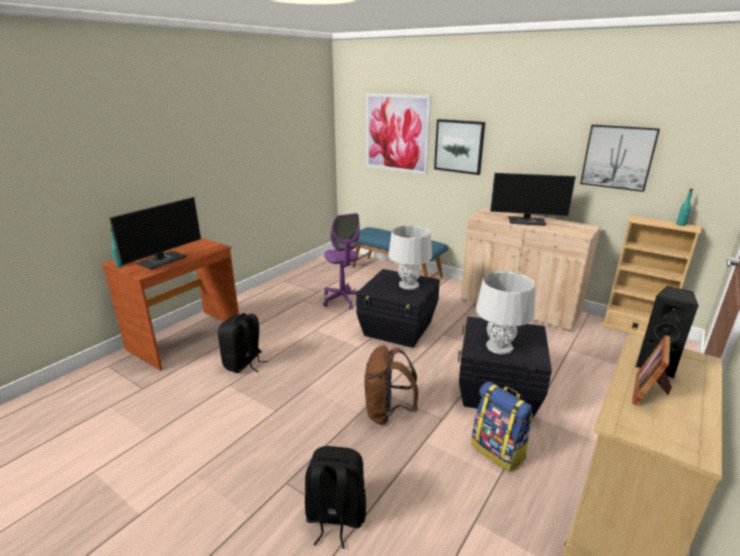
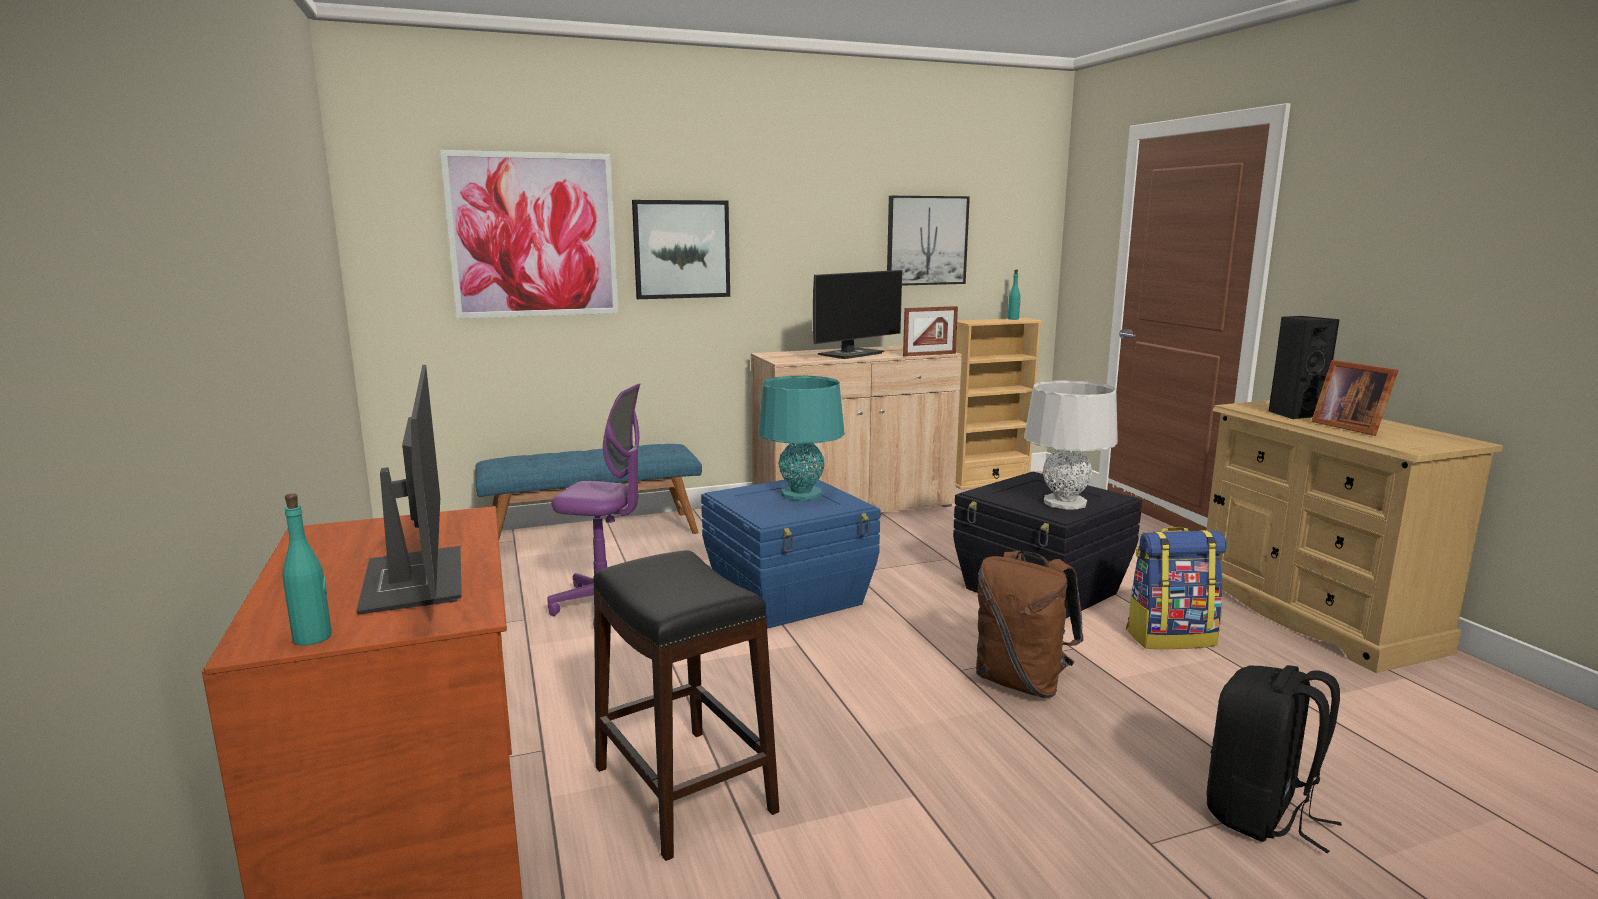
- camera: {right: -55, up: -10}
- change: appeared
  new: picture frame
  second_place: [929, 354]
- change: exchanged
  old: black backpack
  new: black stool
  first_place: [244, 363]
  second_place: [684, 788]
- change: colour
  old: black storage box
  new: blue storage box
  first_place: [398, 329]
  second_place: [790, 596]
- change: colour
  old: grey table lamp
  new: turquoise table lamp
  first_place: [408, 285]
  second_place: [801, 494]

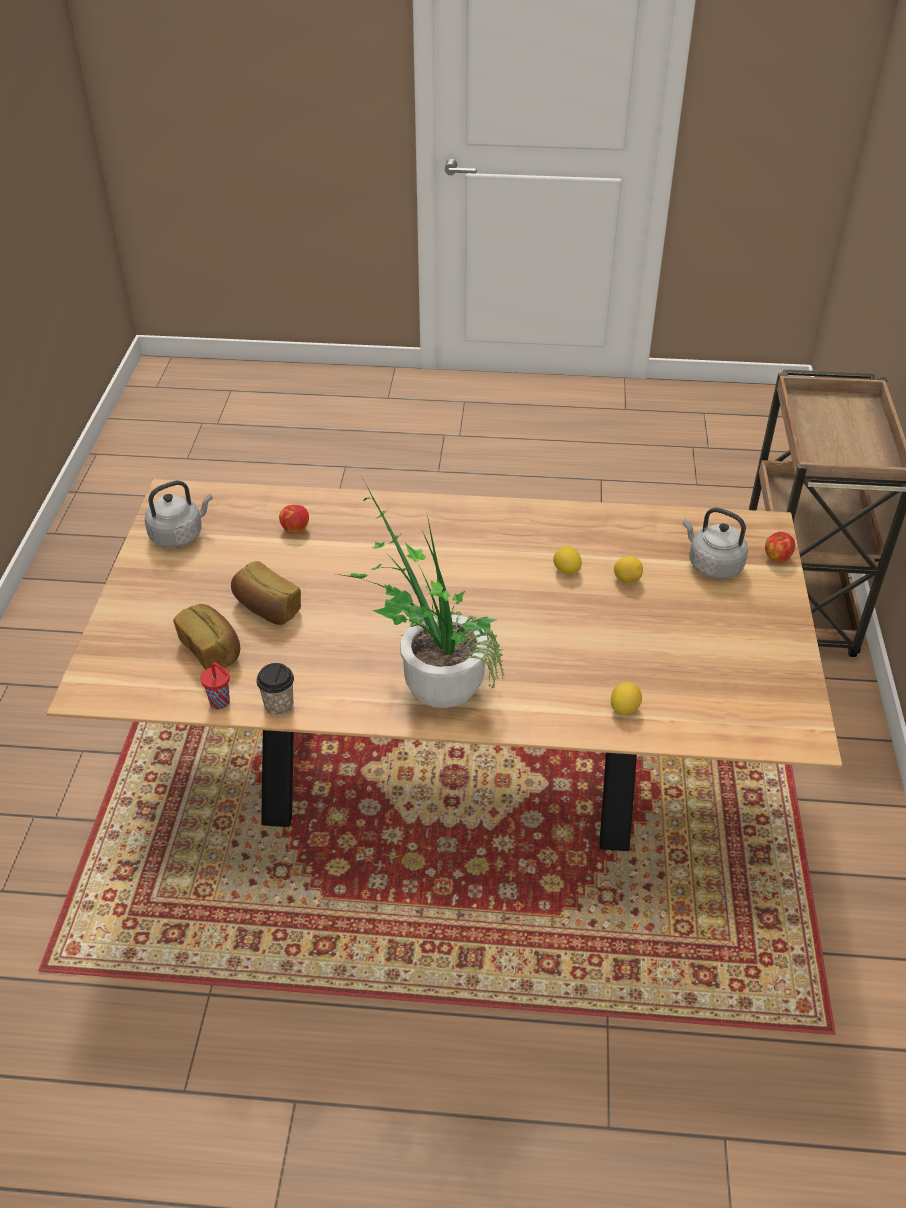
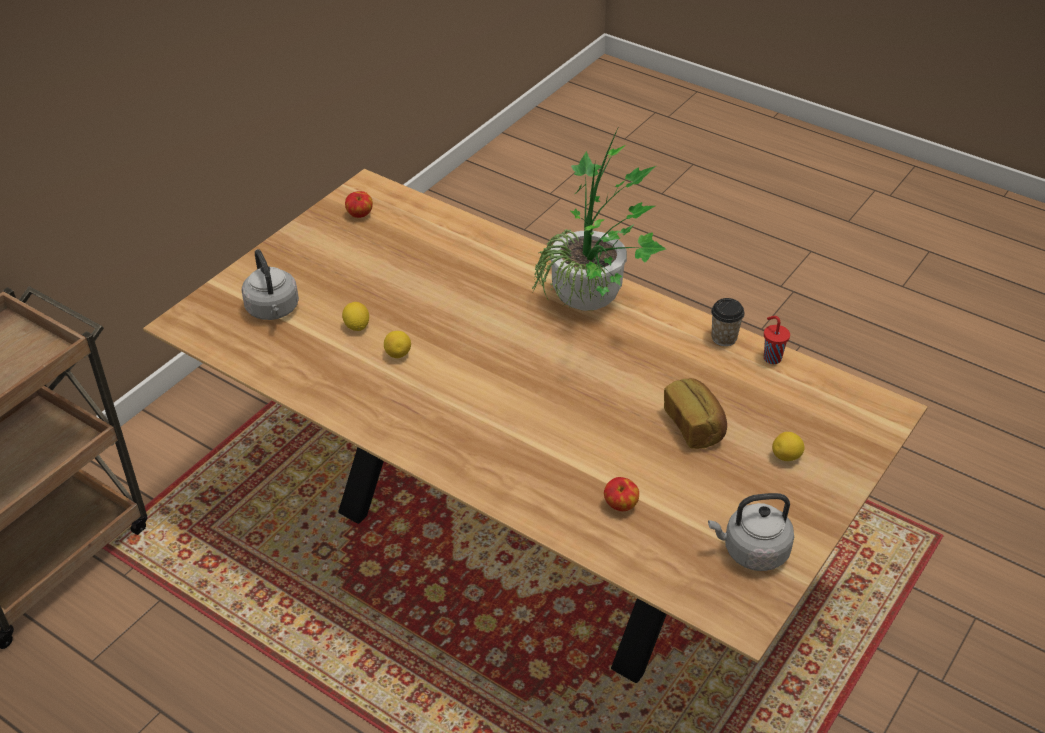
- camera: {right: -150, up: 0}
- change: missing
  old: bread
  first_place: [211, 650]
- change: relocated
  old: lemon
  first_place: [624, 709]
  second_place: [786, 457]
- change: relocated
  old: apple
  first_place: [777, 557]
  second_place: [360, 215]

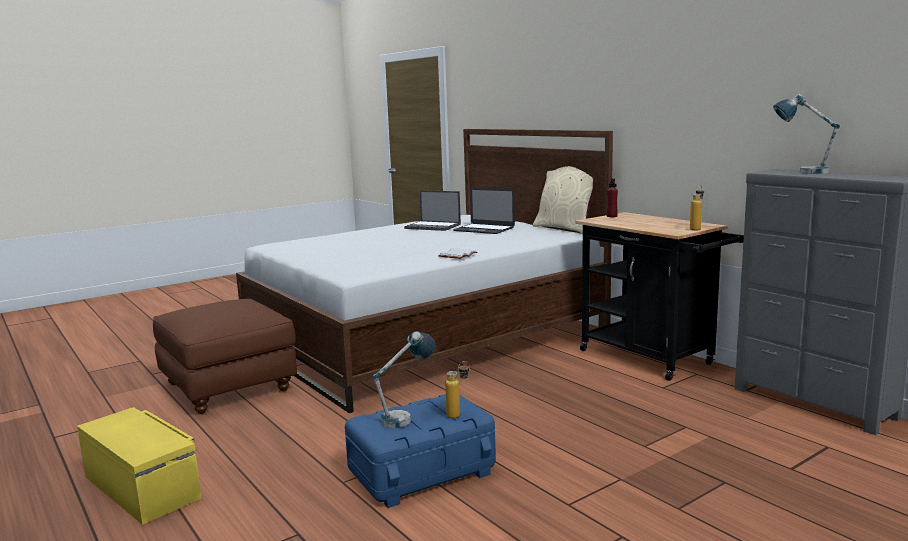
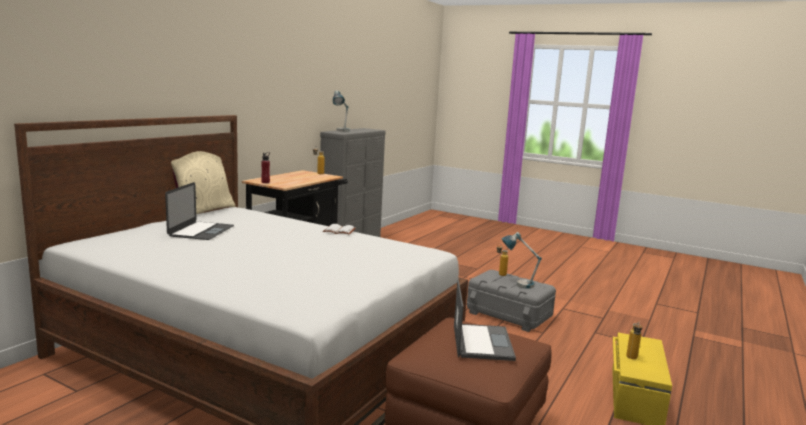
- camera: {right: -115, up: 0}
- change: appeared
  new: bottle
  second_place: [632, 359]
- change: relocated
  old: laptop
  first_place: [433, 226]
  second_place: [482, 342]
- change: colour
  old: blue storage box
  new: grey storage box
  first_place: [422, 473]
  second_place: [509, 315]

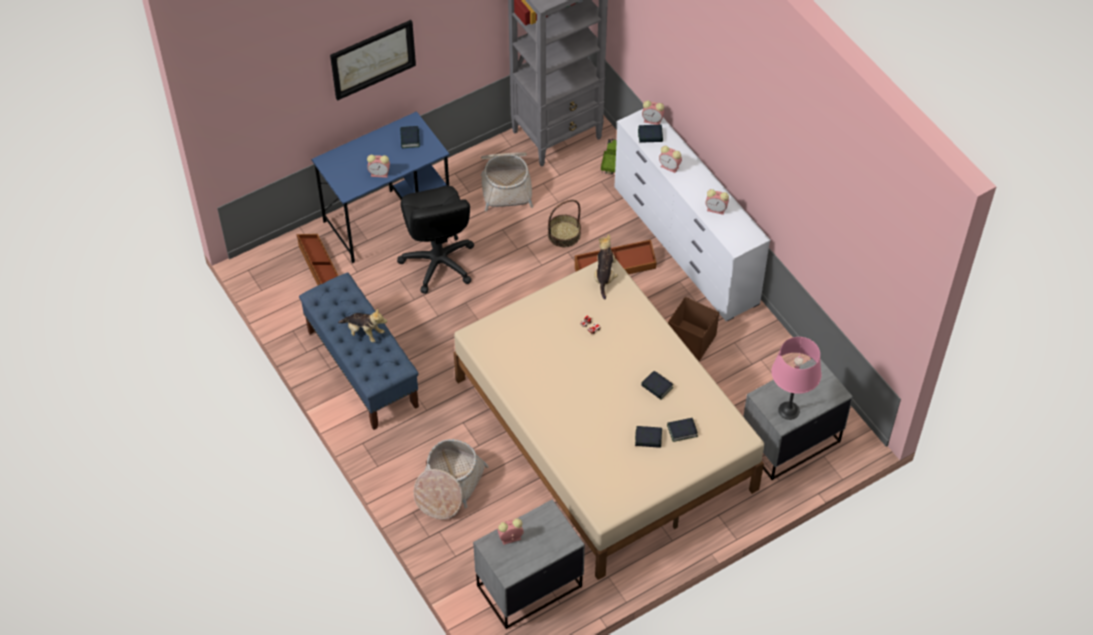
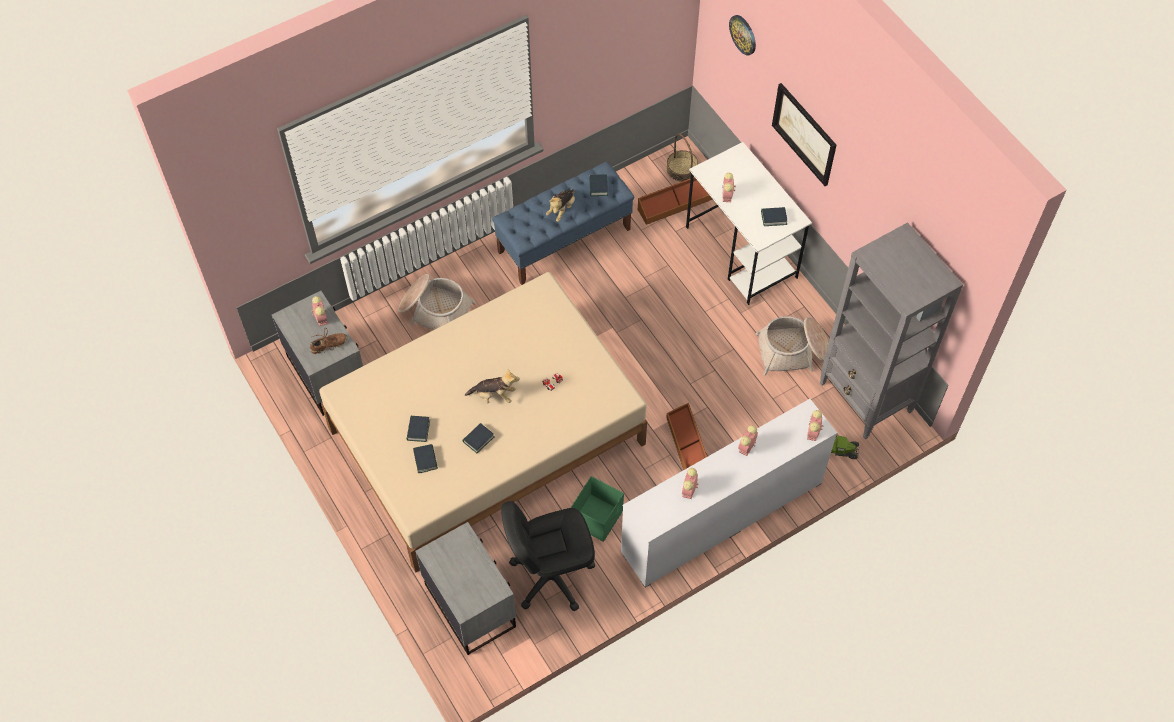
- camera: {right: 90, up: 5}
- change: missing
  old: pink table lamp
  first_place: [789, 410]
- change: appeared
  new: brown shoe
  second_place: [329, 345]
- change: appeared
  new: wall clock
  second_place: [743, 34]
- change: relocated
  old: black office chair
  first_place: [438, 263]
  second_place: [551, 575]
- change: relocated
  old: basket
  first_place: [564, 234]
  second_place: [681, 169]
- change: relocated
  old: plush toy
  first_place: [604, 276]
  second_place: [494, 395]
- change: relocated
  old: book
  first_place: [650, 136]
  second_place: [598, 187]
- change: colour
  old: blue desk
  new: white desk
  first_place: [388, 218]
  second_place: [742, 253]
- change: colour
  old: brown storage box
  new: green storage box
  first_place: [690, 340]
  second_place: [597, 517]

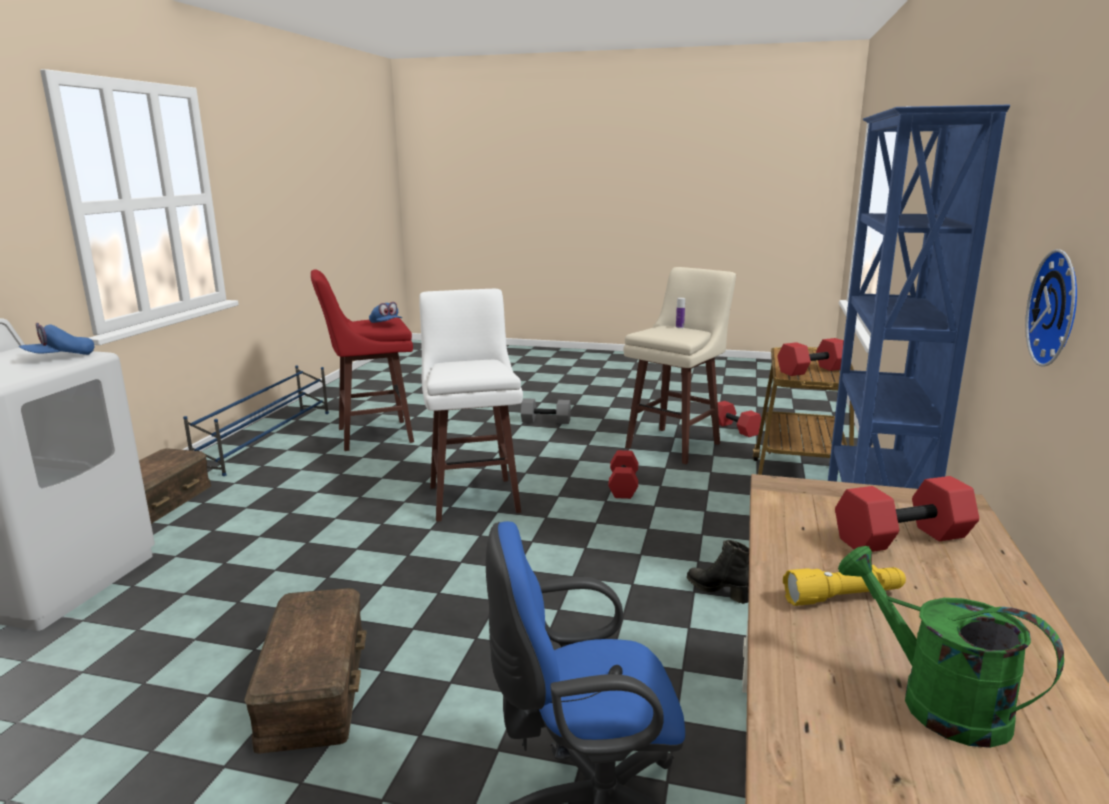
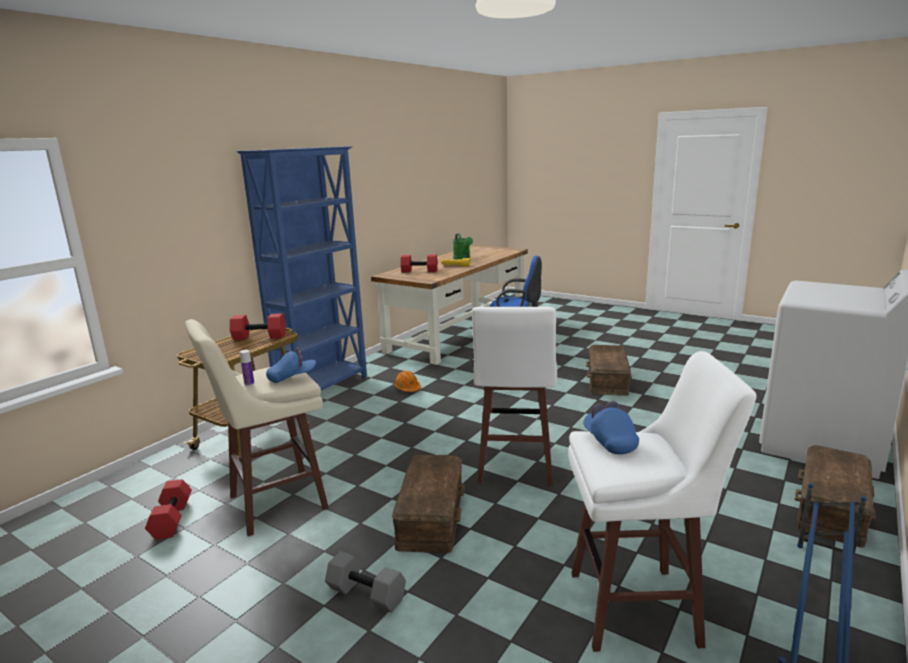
- camera: {right: -160, up: 0}
- change: missing
  old: red dumbbell
  first_place: [624, 486]
- change: missing
  old: wall clock
  first_place: [1060, 308]
- change: appeared
  new: brown storage box
  second_place: [430, 515]
- change: relocated
  old: blue cap
  first_place: [60, 357]
  second_place: [292, 377]
- change: exchanged
  old: black boot
  new: orange hard hat
  first_place: [718, 590]
  second_place: [407, 388]
- change: colour
  old: red stool
  new: white stool
  first_place: [372, 435]
  second_place: [638, 609]

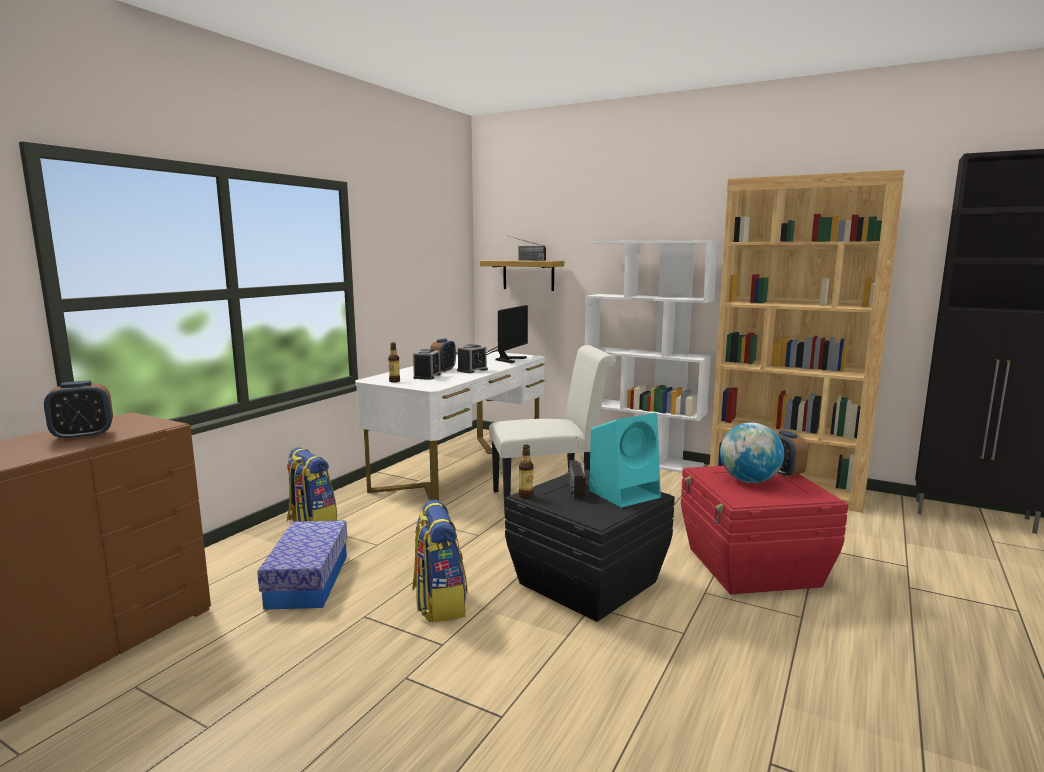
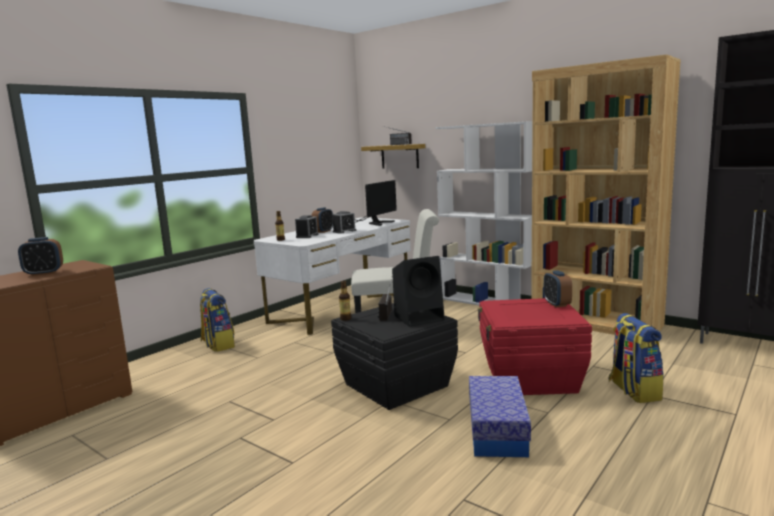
- camera: {right: 10, up: 0}
- change: missing
  old: globe
  first_place: [749, 481]
- change: relocated
  old: storage box
  first_place: [308, 580]
  second_place: [497, 430]
- change: relocated
  old: backpack
  first_place: [439, 603]
  second_place: [633, 391]
- change: colour
  old: turquoise speaker
  new: black speaker
  first_place: [625, 493]
  second_place: [420, 317]

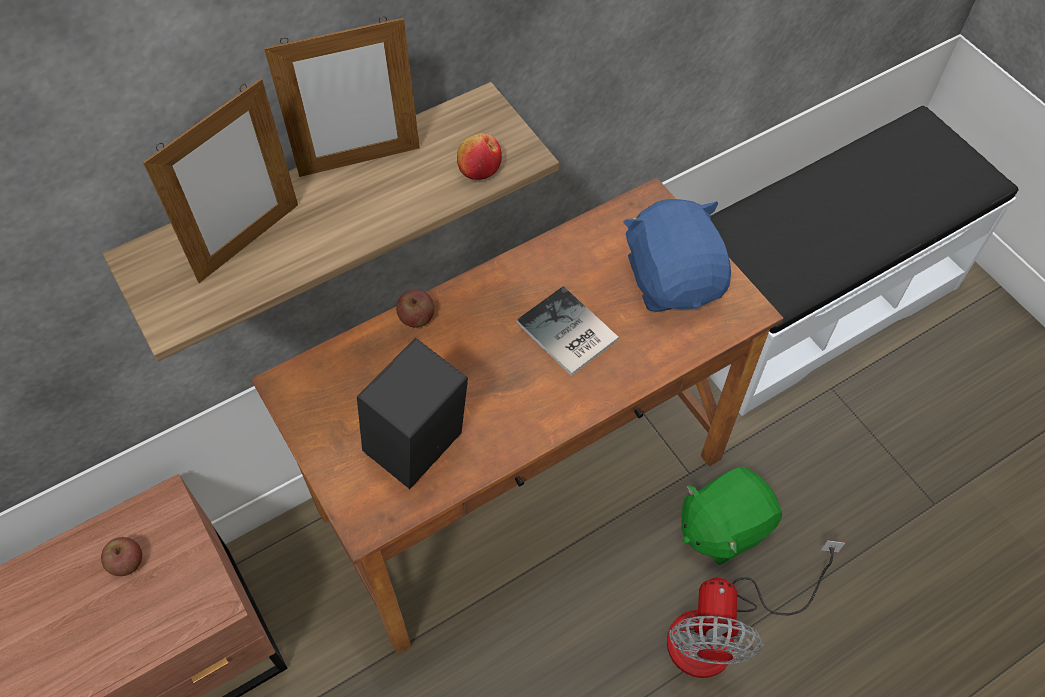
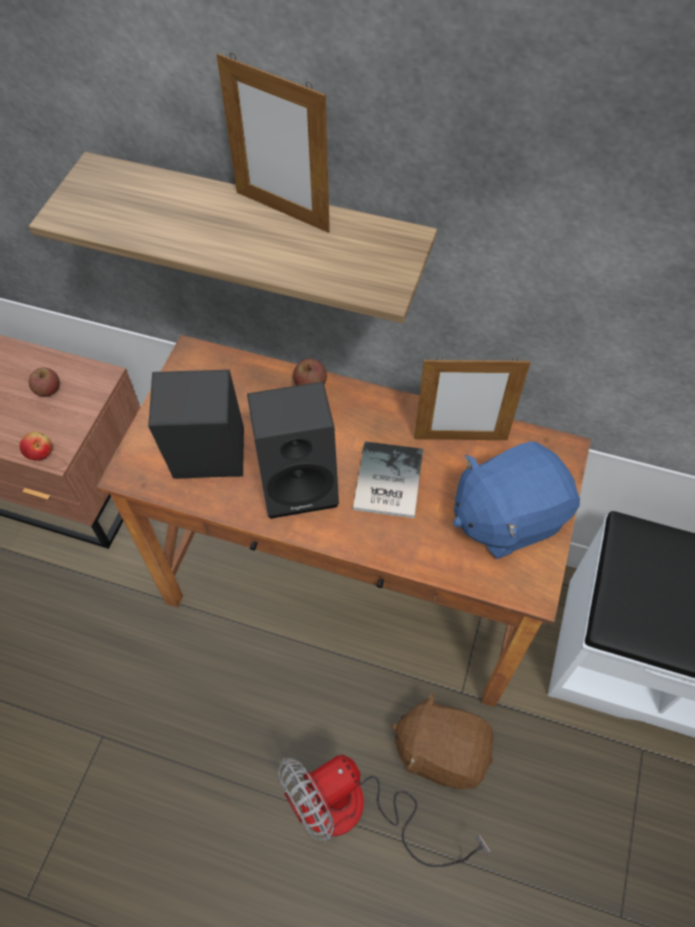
- camera: {right: 50, up: 0}
- change: appeared
  new: black speaker
  second_place: [300, 482]
- change: relocated
  old: picture frame
  first_place: [249, 242]
  second_place: [460, 439]
- change: relocated
  old: apple
  first_place: [479, 169]
  second_place: [40, 452]
- change: colour
  old: green plush toy
  new: brown plush toy
  first_place: [723, 526]
  second_place: [441, 750]
- change: spun
  old: blue plush toy
  first_place: [673, 279]
  second_place: [507, 516]
  degrees: -150

